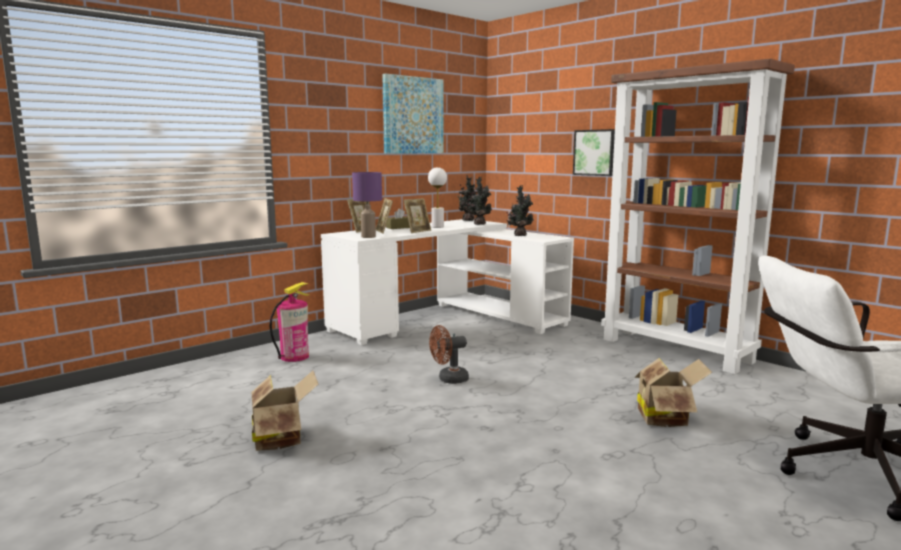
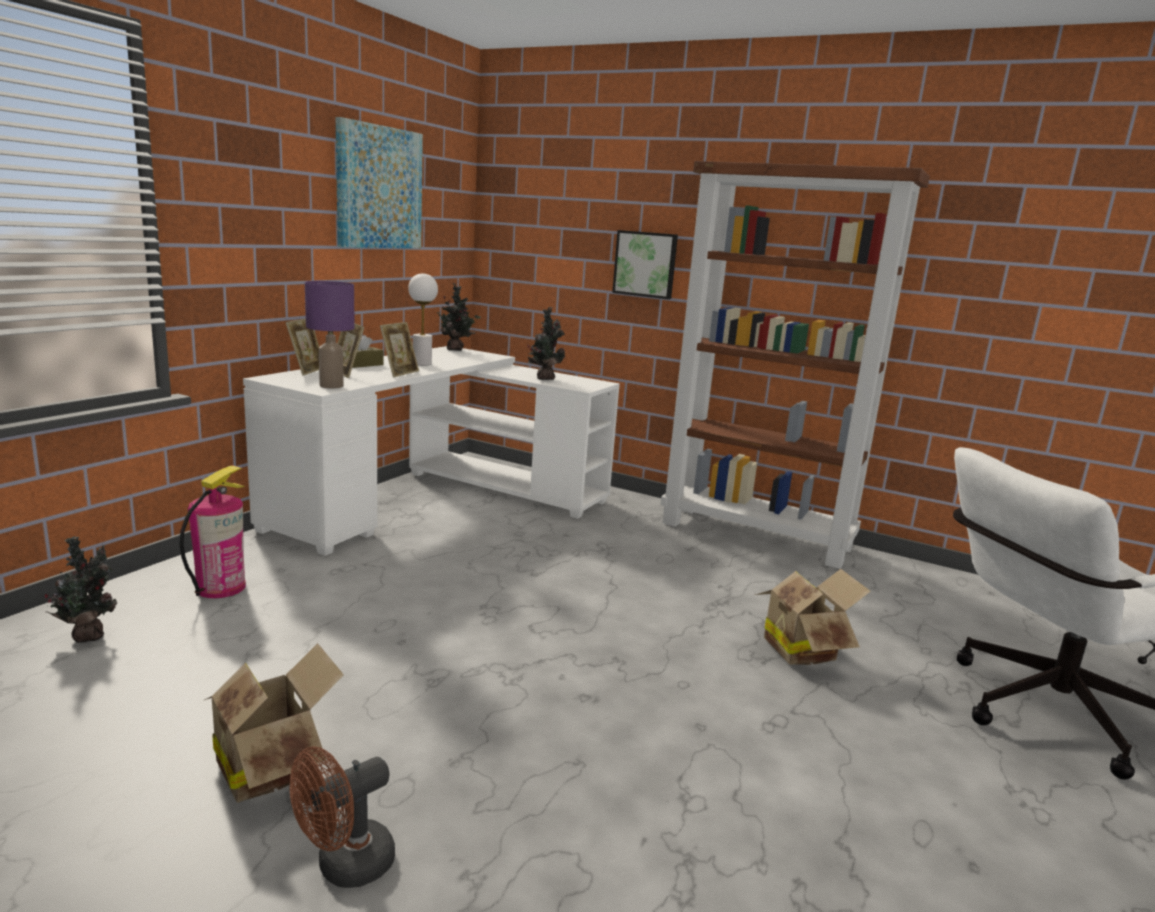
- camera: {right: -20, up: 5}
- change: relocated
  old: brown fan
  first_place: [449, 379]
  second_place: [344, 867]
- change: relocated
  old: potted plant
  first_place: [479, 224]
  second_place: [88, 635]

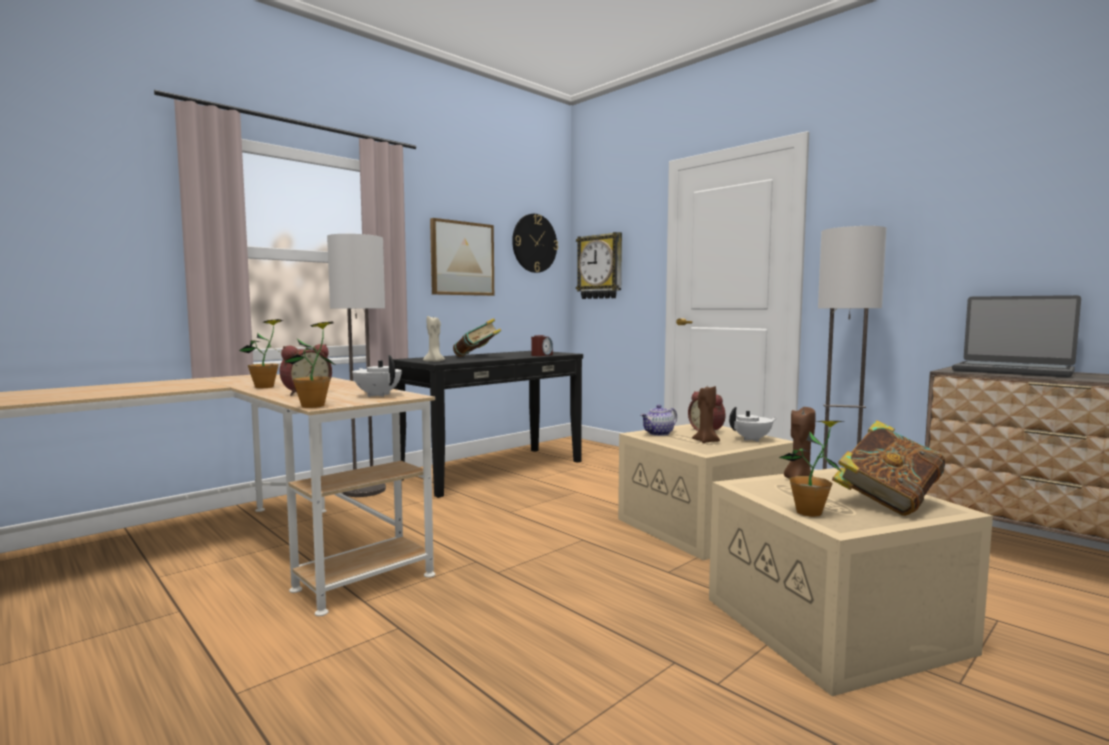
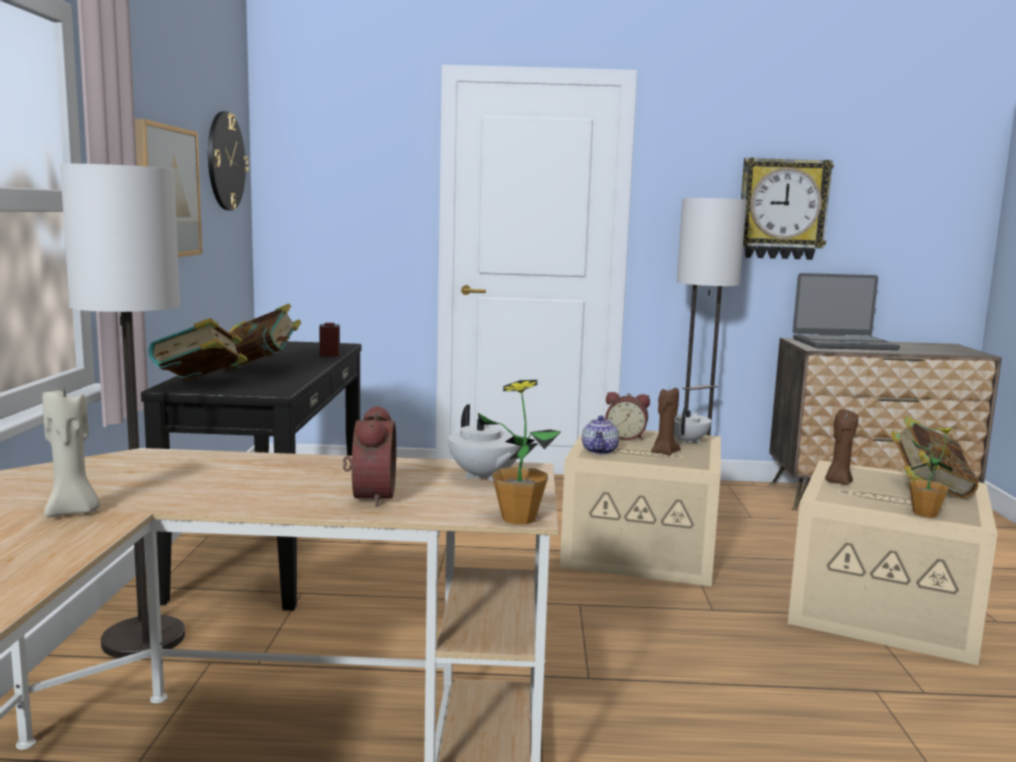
- camera: {right: -45, up: 5}
- change: missing
  old: potted plant
  first_place: [264, 387]
- change: appeared
  new: book
  second_place: [200, 385]
- change: relocated
  old: beige candle
  first_place: [434, 362]
  second_place: [73, 512]
- change: relocated
  old: wall clock
  first_place: [600, 267]
  second_place: [782, 209]
- change: spun
  old: white teapot
  first_place: [378, 395]
  second_place: [484, 476]
  degrees: -120

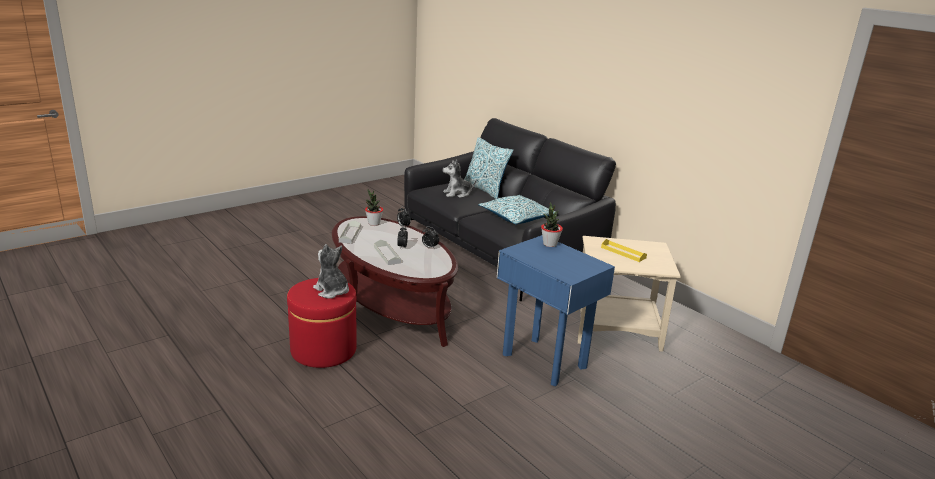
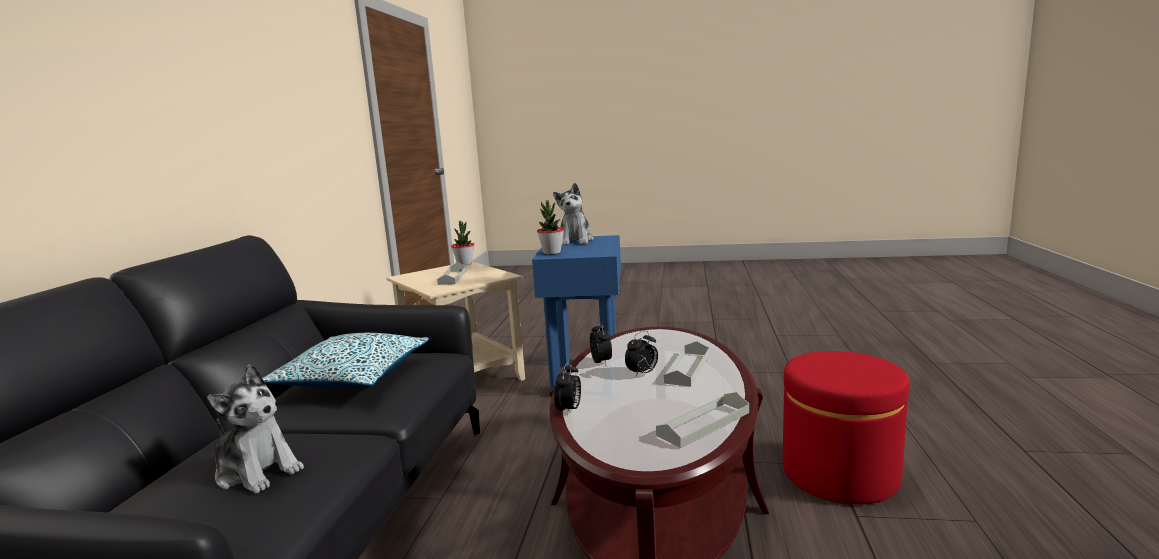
- camera: {right: -130, up: -10}
- change: missing
  old: pillow
  first_place: [485, 190]
- change: relocated
  old: plush toy
  first_place: [332, 291]
  second_place: [575, 241]
- change: relocated
  old: potted plant
  first_place: [374, 223]
  second_place: [464, 264]
- change: colour
  old: yellow tray
  new: grey tray
  first_place: [623, 252]
  second_place: [452, 277]

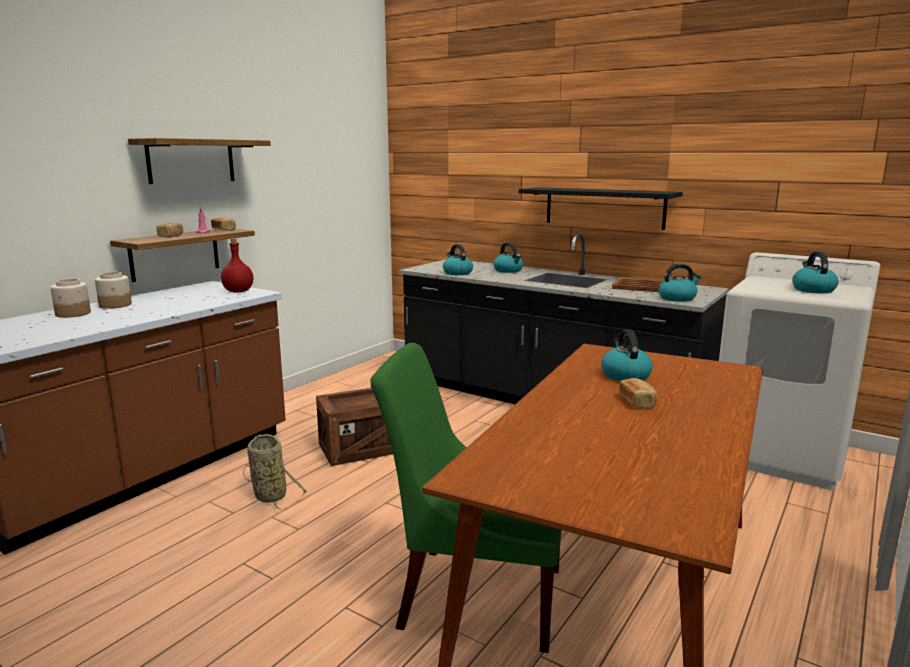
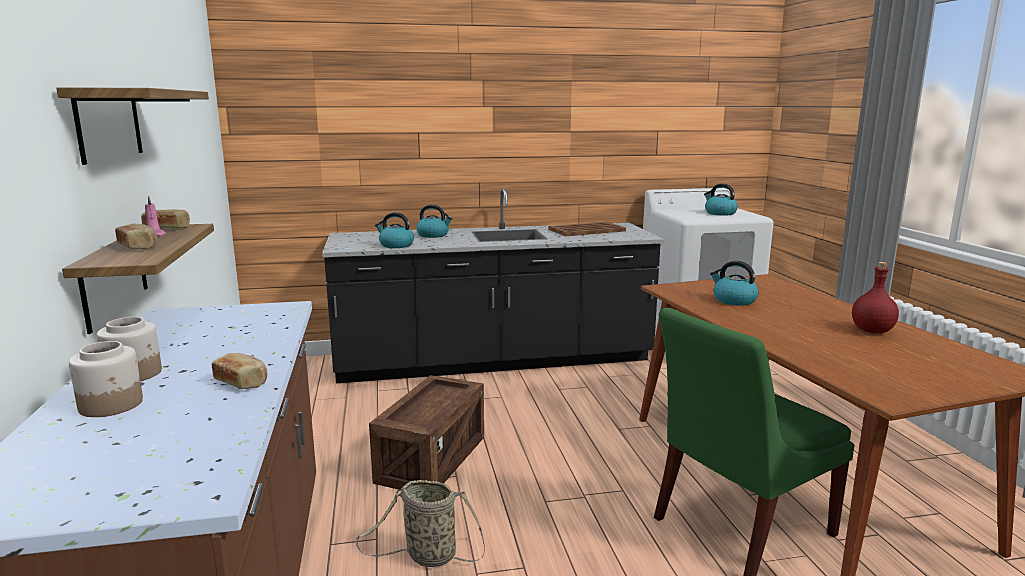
- camera: {right: -45, up: 0}
- change: missing
  old: black shelf
  first_place: [604, 207]
- change: missing
  old: kettle
  first_place: [677, 298]
- change: relocated
  old: red bottle
  first_place: [237, 291]
  second_place: [872, 331]
- change: relocated
  old: bread
  first_place: [638, 402]
  second_place: [242, 382]

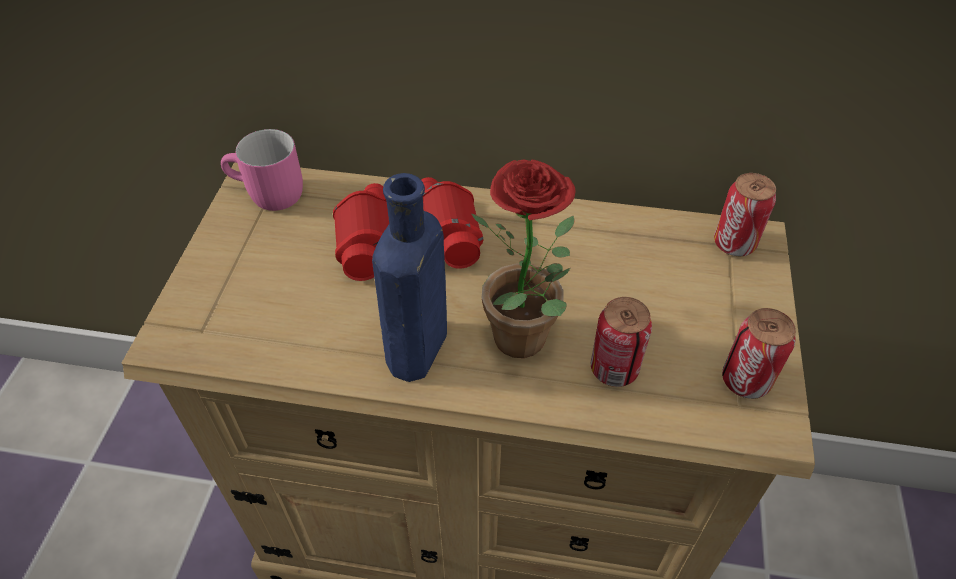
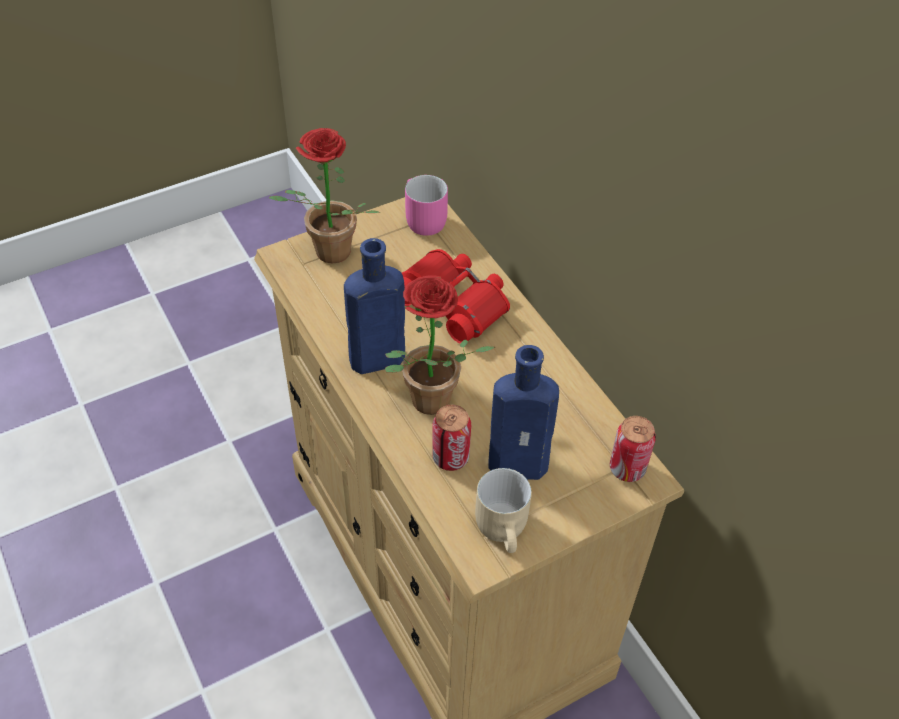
- camera: {right: 50, up: 0}
- change: appeared
  new: potted plant
  second_place: [327, 255]
- change: appeared
  new: blue bottle
  second_place: [522, 464]
- change: exchanged
  old: can
  new: beige mug
  first_place: [745, 380]
  second_place: [506, 529]

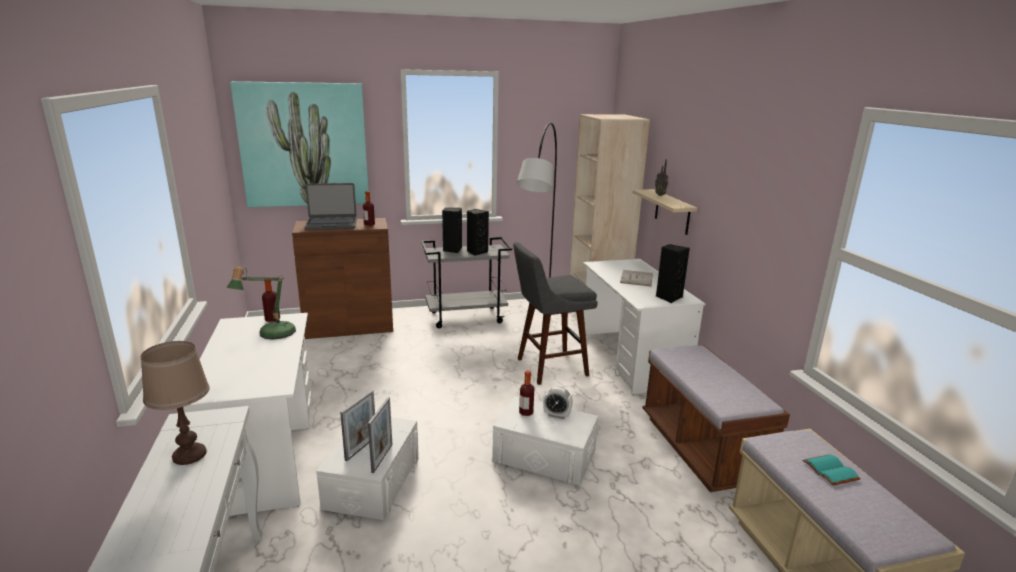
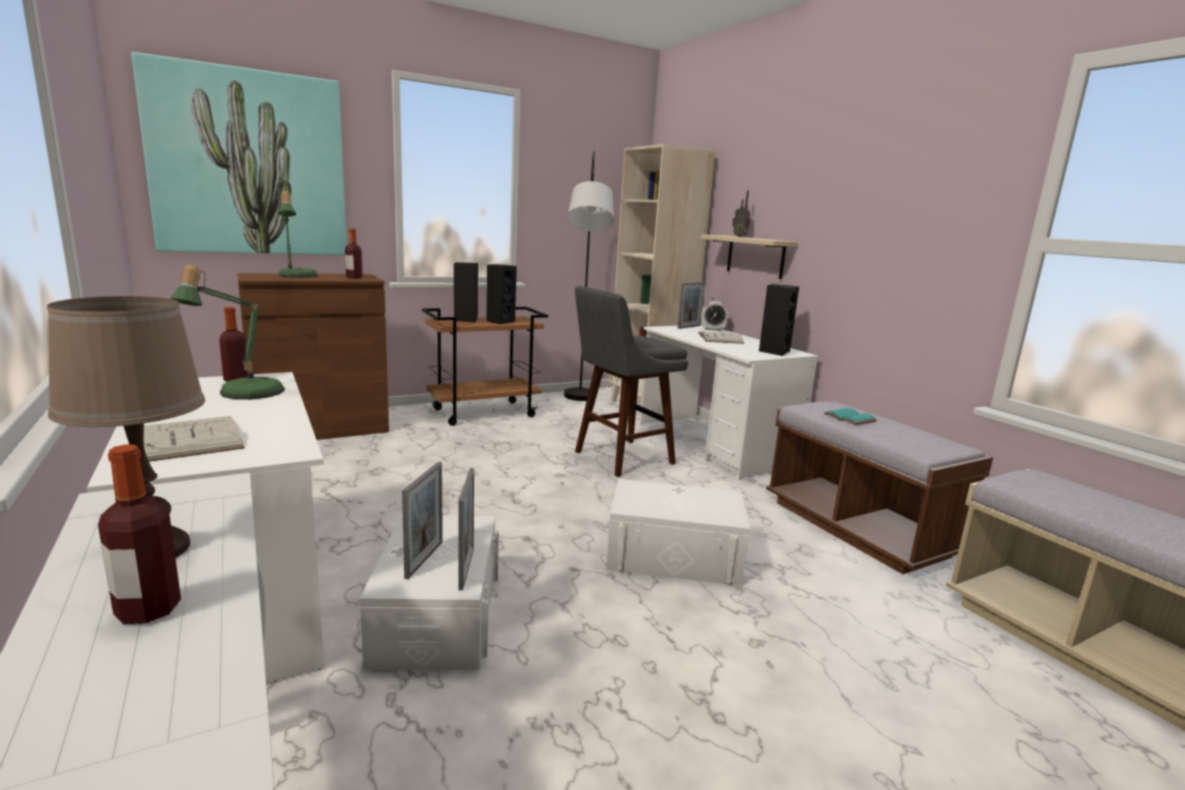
- camera: {right: -15, up: -5}
- change: appeared
  new: white book
  second_place: [192, 438]
- change: appeared
  new: picture frame
  second_place: [689, 327]
- change: relocated
  old: bottle
  first_place: [526, 412]
  second_place: [148, 610]
- change: relocated
  old: alarm clock
  first_place: [557, 415]
  second_place: [712, 329]
- change: relocated
  old: turquoise book
  first_place: [828, 470]
  second_place: [848, 418]
- change: exchanged
  old: laptop
  new: table lamp
  first_place: [331, 224]
  second_place: [296, 276]
- change: colour
  old: grey cart
  new: brown cart
  first_place: [466, 317]
  second_place: [484, 413]

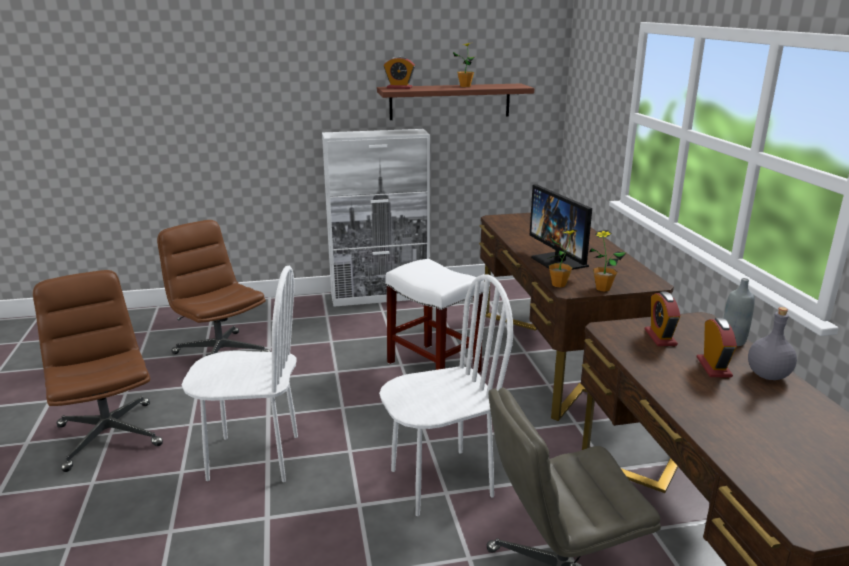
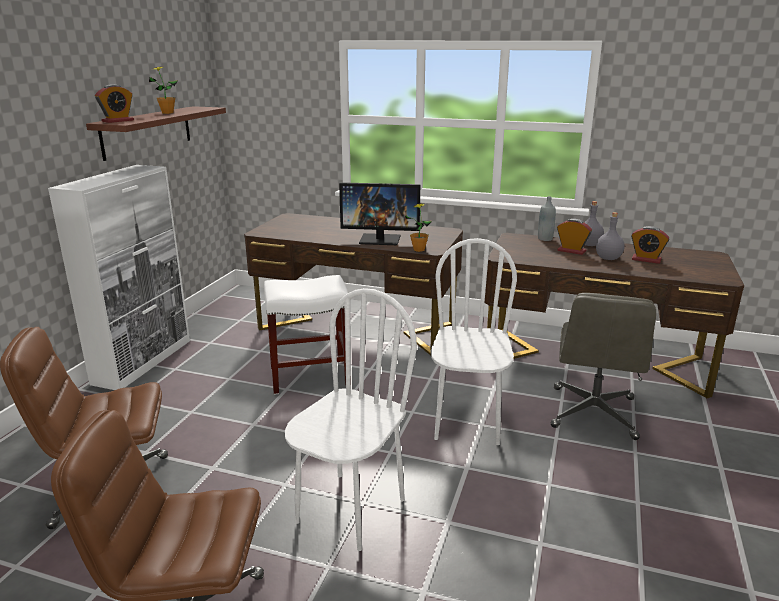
- camera: {right: -60, up: 0}
- change: missing
  old: potted plant
  first_place: [603, 288]
- change: appeared
  new: grey bottle
  second_place: [608, 258]
- change: relocated
  old: alarm clock
  first_place: [660, 337]
  second_place: [646, 259]

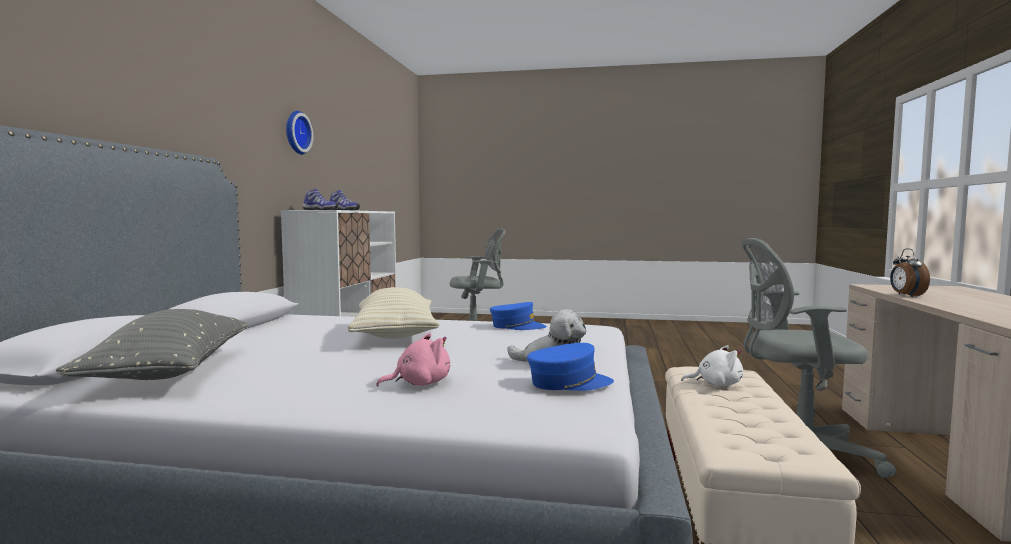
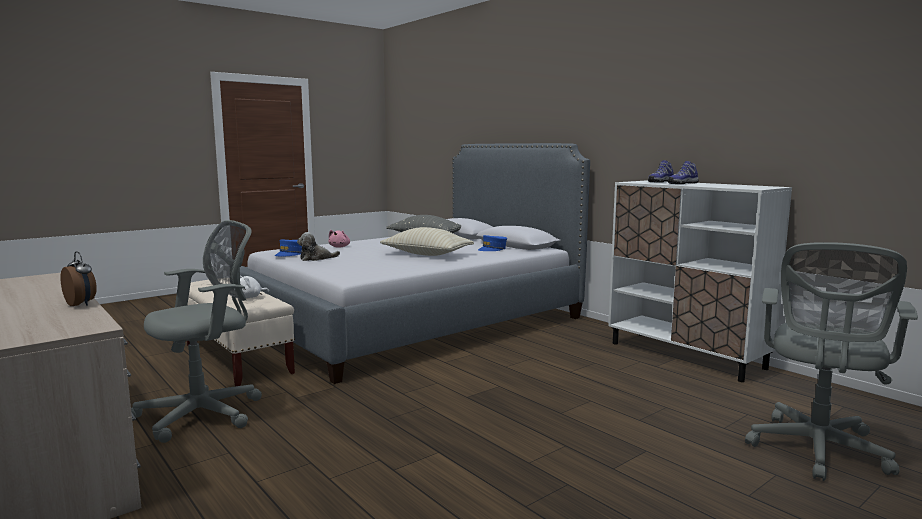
- camera: {right: 130, up: 5}
- change: missing
  old: wall clock
  first_place: [296, 132]
- change: relocated
  old: blue cap
  first_place: [517, 326]
  second_place: [492, 249]

